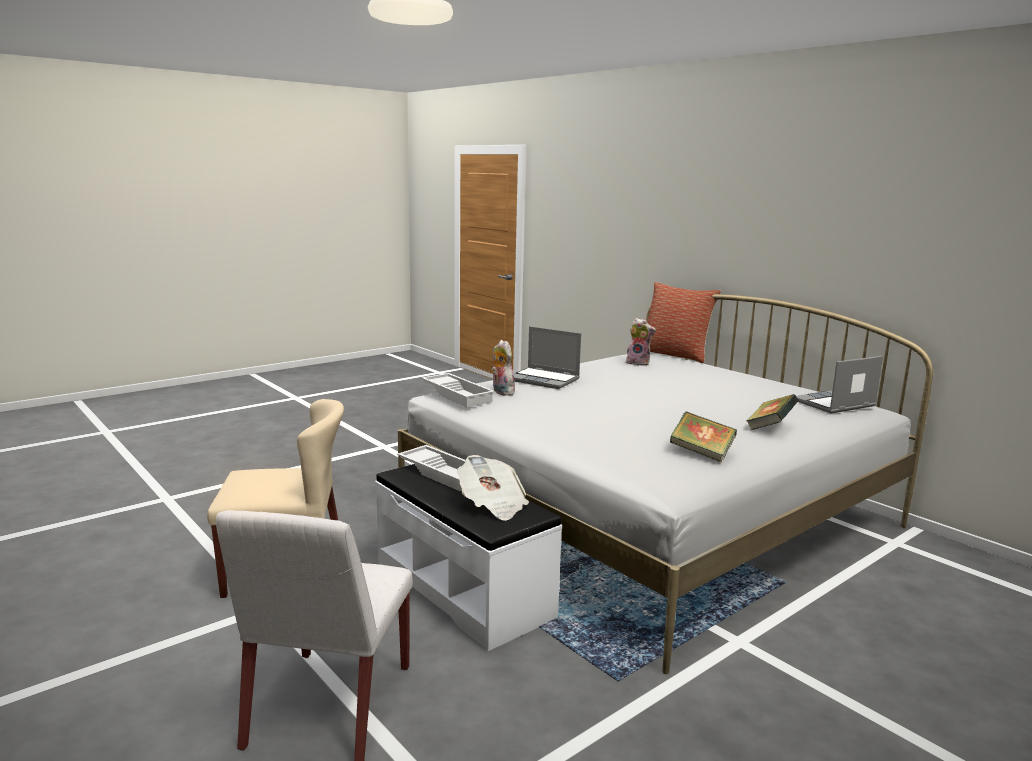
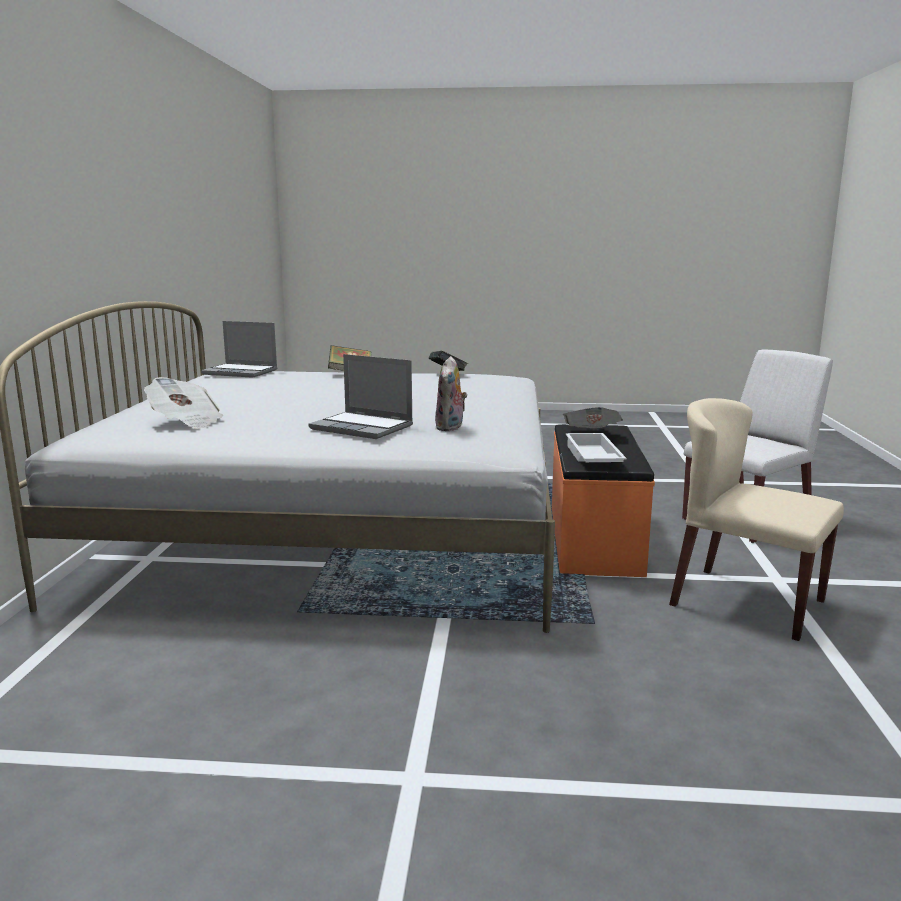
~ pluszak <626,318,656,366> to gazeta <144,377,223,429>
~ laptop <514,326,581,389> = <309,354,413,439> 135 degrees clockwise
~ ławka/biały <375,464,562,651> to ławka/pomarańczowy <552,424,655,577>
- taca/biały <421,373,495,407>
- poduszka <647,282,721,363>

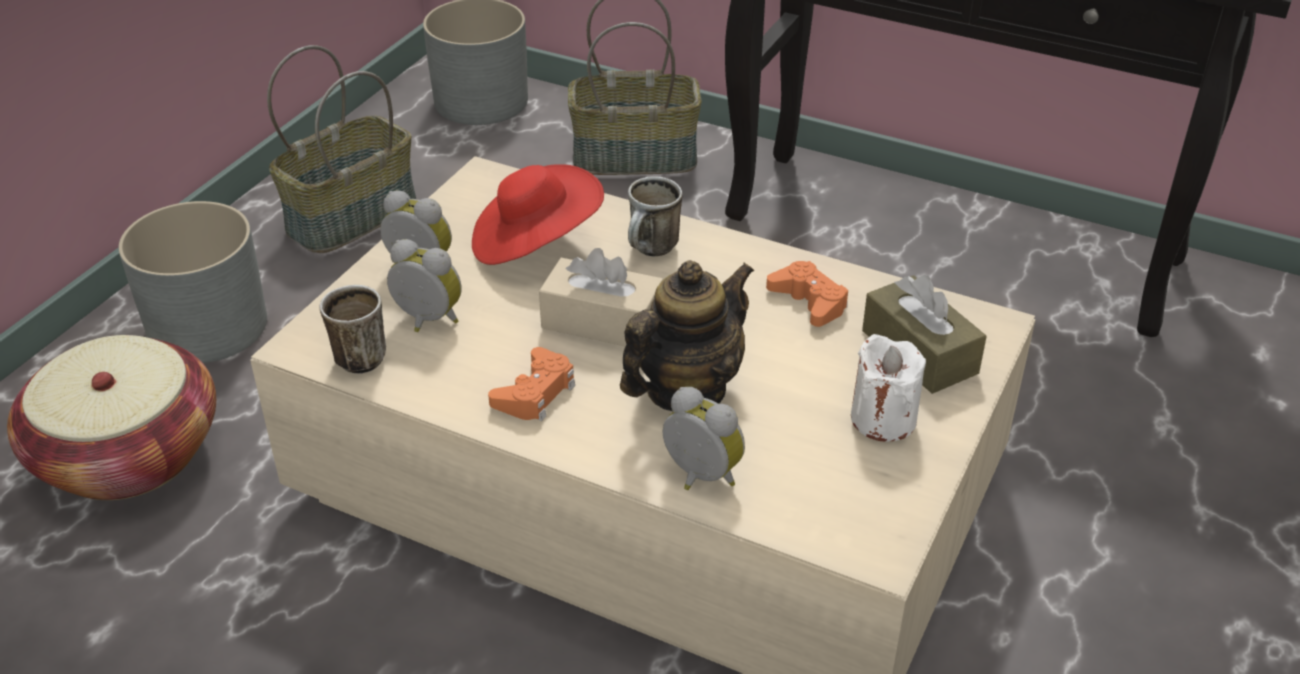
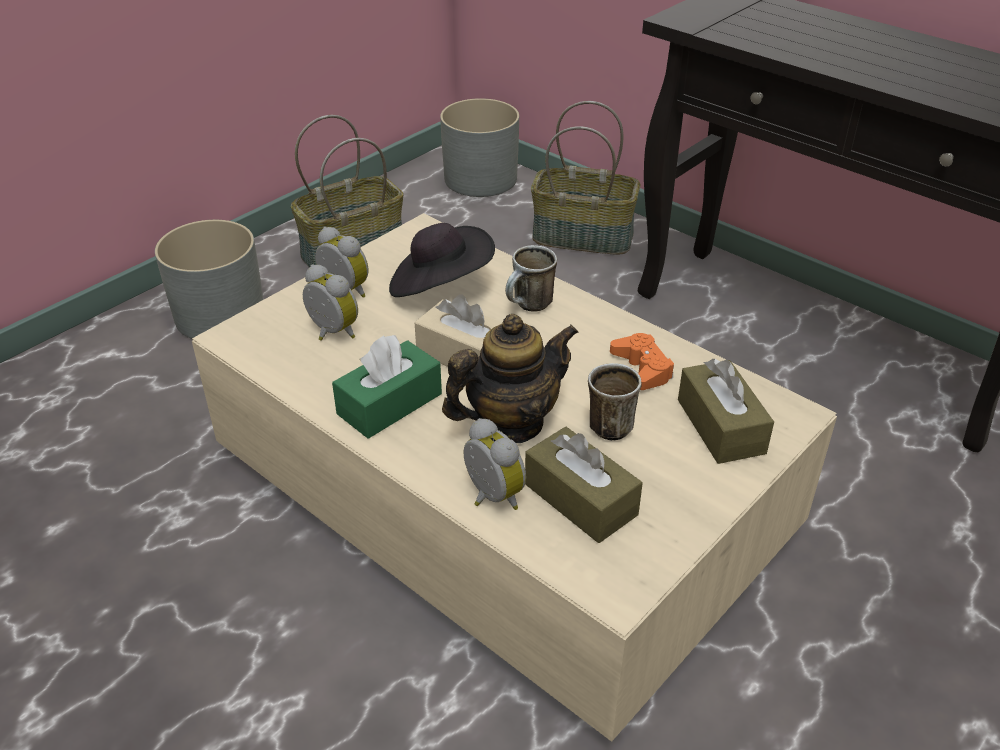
~ pad do gier/pomarańczowy <488,347,575,421> to pudełko chusteczek/zielony <332,335,442,439>
~ kapelusz/czerwony <472,164,604,265> to kapelusz/czarny <389,223,495,297>
+ pudełko chusteczek/brązowy <525,427,643,543>
~ kubek <320,285,386,374> to <588,363,641,441>
- koszyk <7,335,216,500>
- świeca/biały <851,334,926,442>

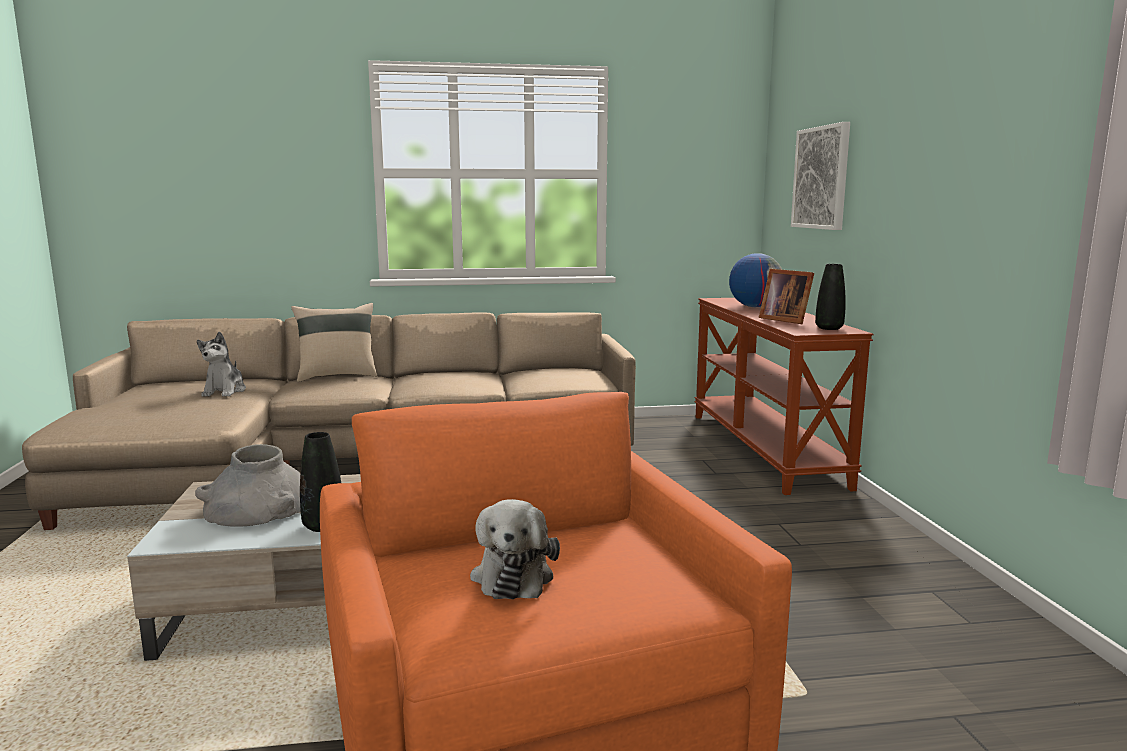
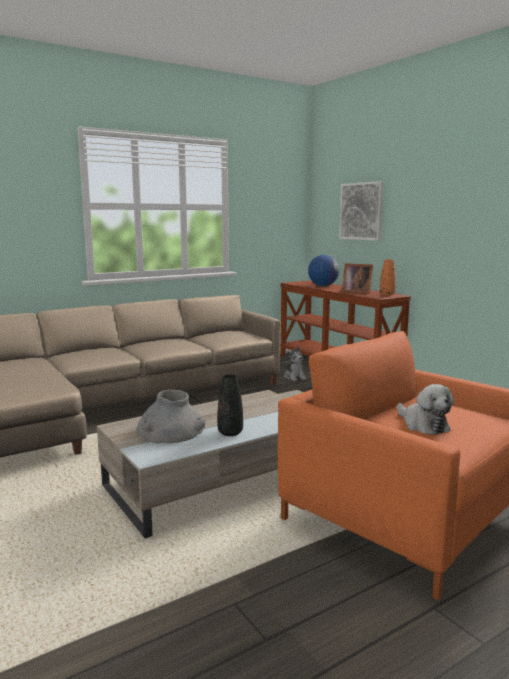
~ pluszak <197,332,246,397> to <284,346,306,381>
~ wazon/czarny <815,264,846,330> to wazon/pomarańczowy <379,259,395,296>
- poduszka/beżowy <291,303,377,382>

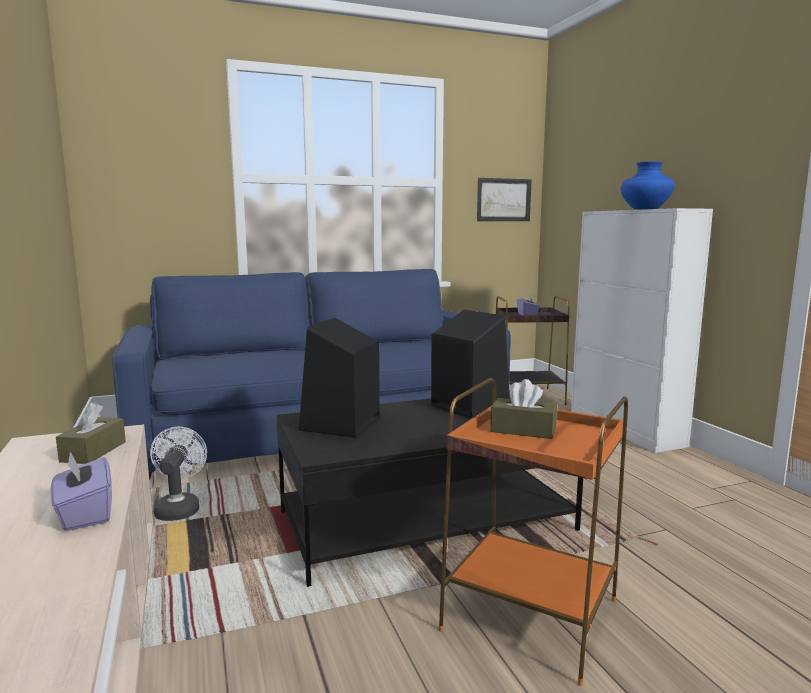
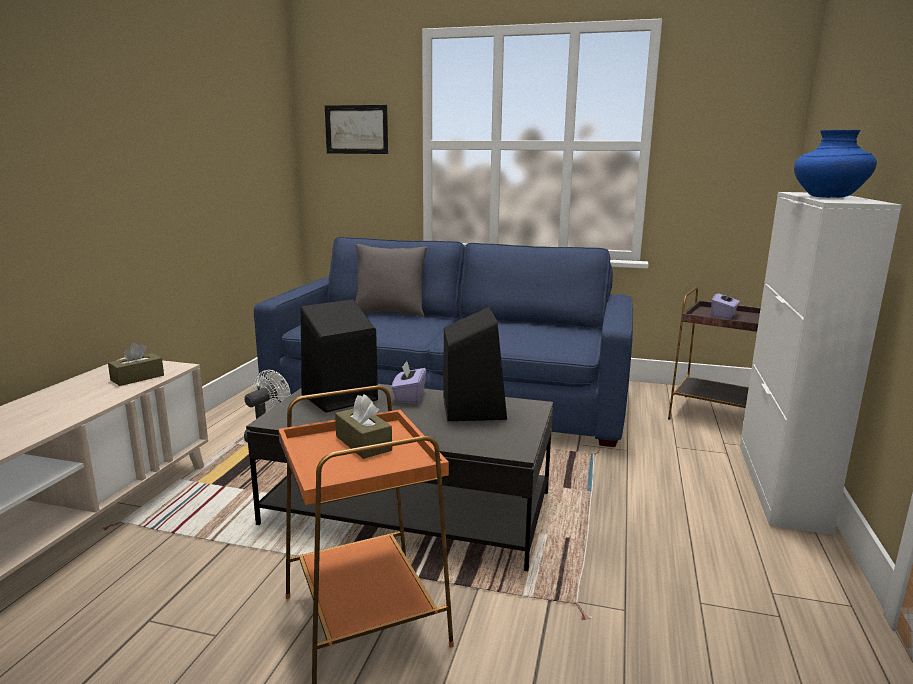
~ obraz <477,178,532,221> to <325,105,388,154>
+ poduszka/szary <356,244,428,317>
~ pudełko chusteczek/fioletowy <51,452,112,531> to <392,361,426,404>

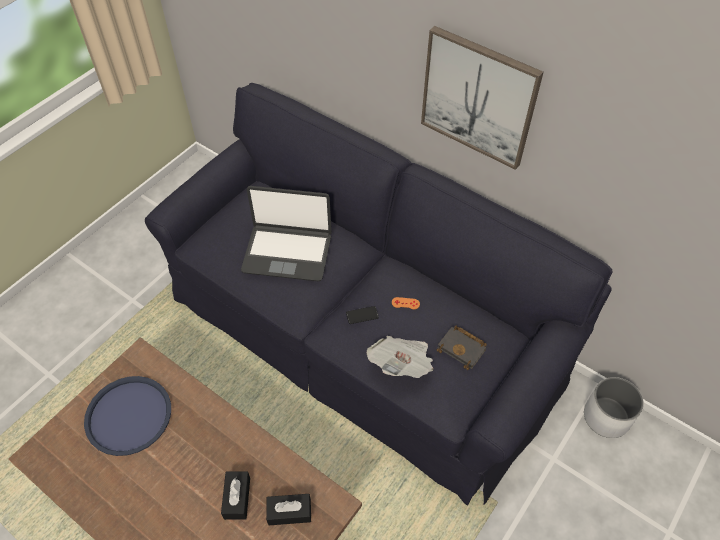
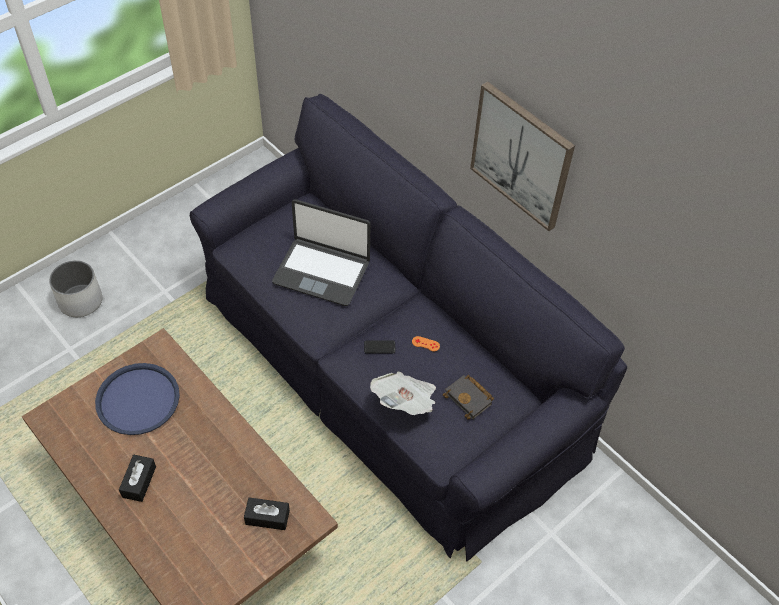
~ donica/biały <584,377,644,438> to <49,260,102,317>
~ pudełko chusteczek/czarny <221,471,250,520> to <119,455,156,502>

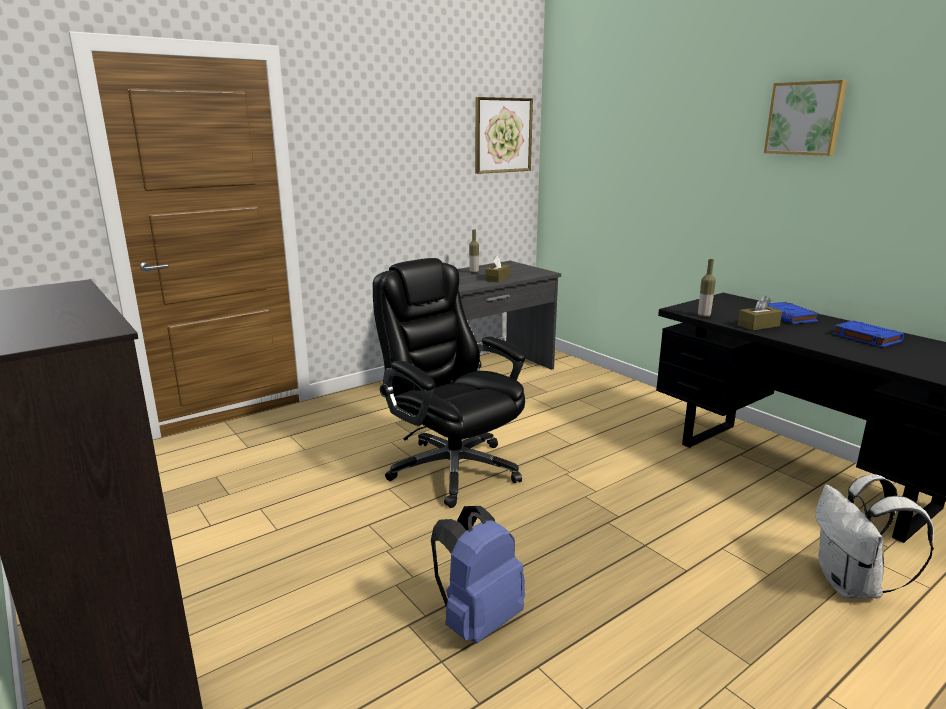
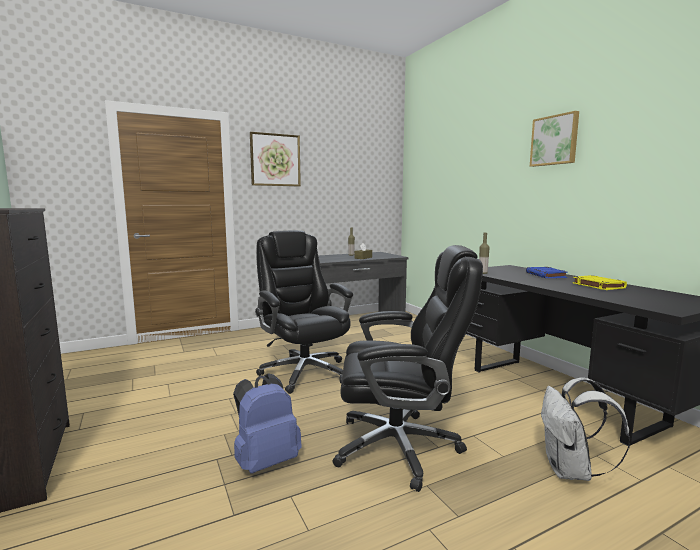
~ obraz <475,97,533,174> to <250,132,301,186>
+ krzesło biurowe/czarny <332,245,483,492>
~ książka/niebieski <833,320,904,347> to książka/żółty <573,275,627,290>
- pudełko chusteczek/brązowy <738,295,782,331>

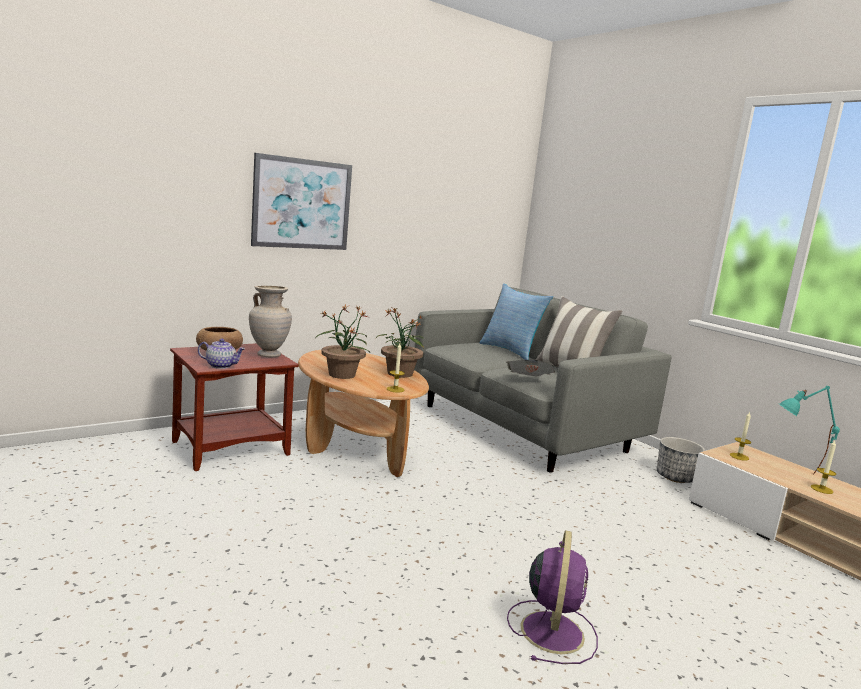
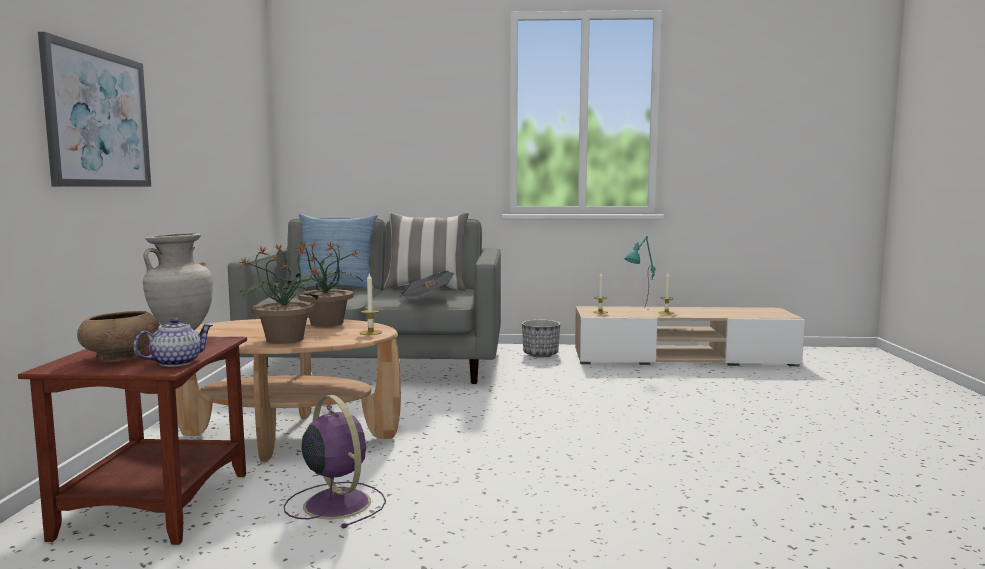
~ wentylator/fioletowy <507,530,598,664> to <284,395,386,529>

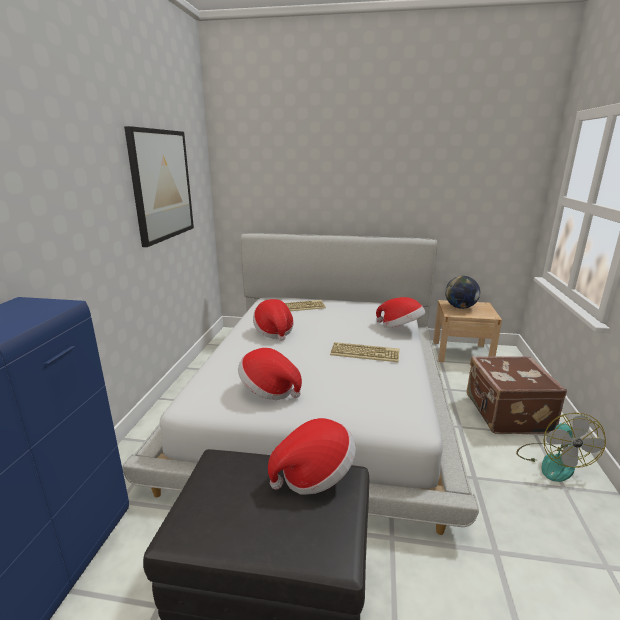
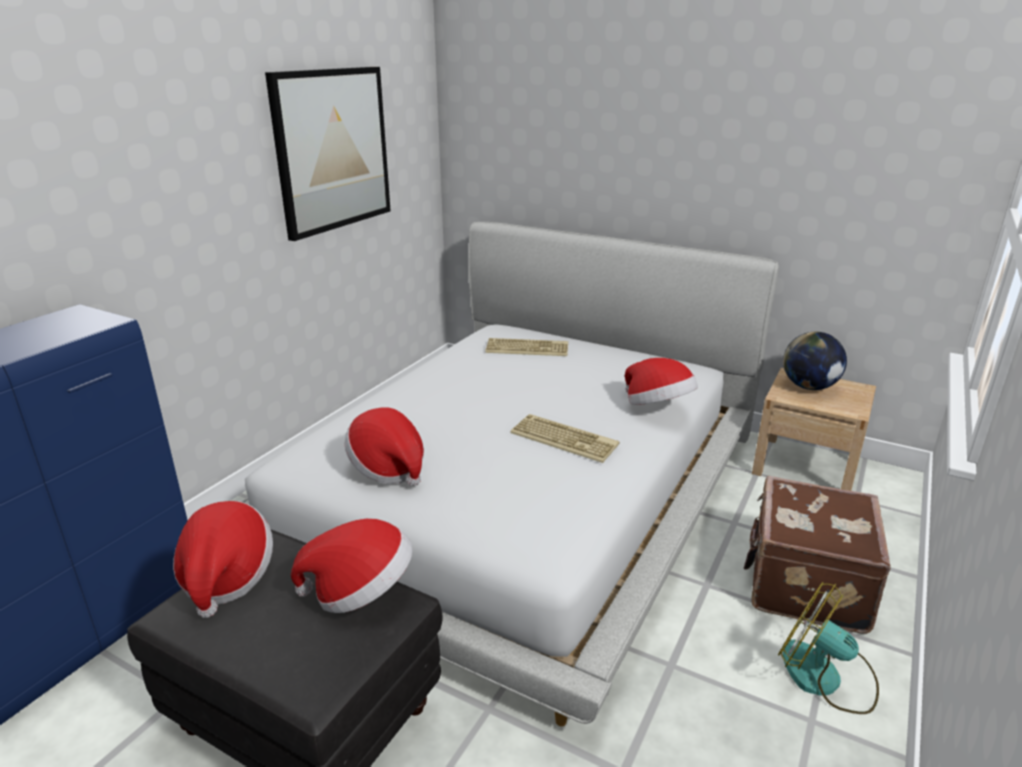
~ kapelusz <253,299,294,341> to <173,501,273,618>
~ wentylator <516,413,606,482> = <778,582,879,714> 105 degrees clockwise

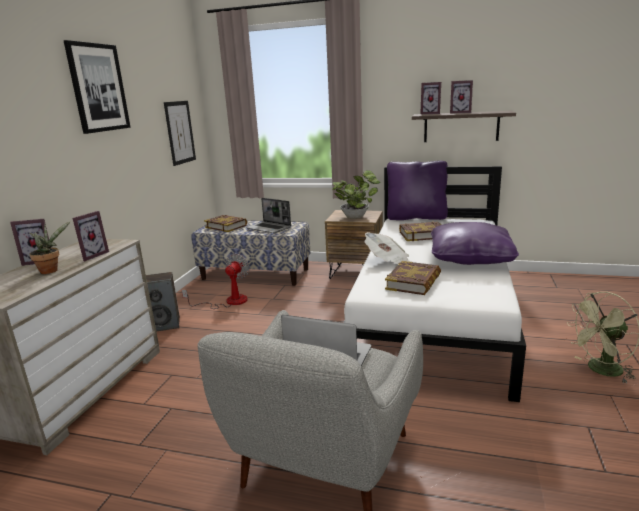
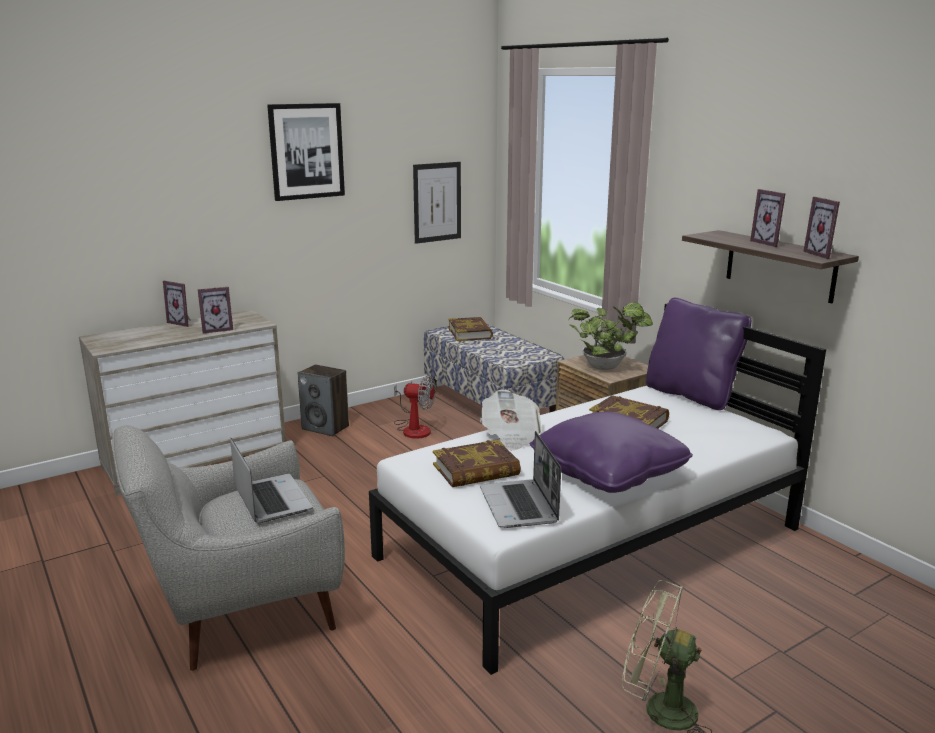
~ wentylator <182,254,250,309> = <394,375,436,439> 45 degrees clockwise
~ laptop <246,198,291,233> to <480,431,561,528>
~ ramka na zdjęcie <420,82,441,114> to <803,197,840,259>
- roślina doniczkowa <29,221,71,274>

